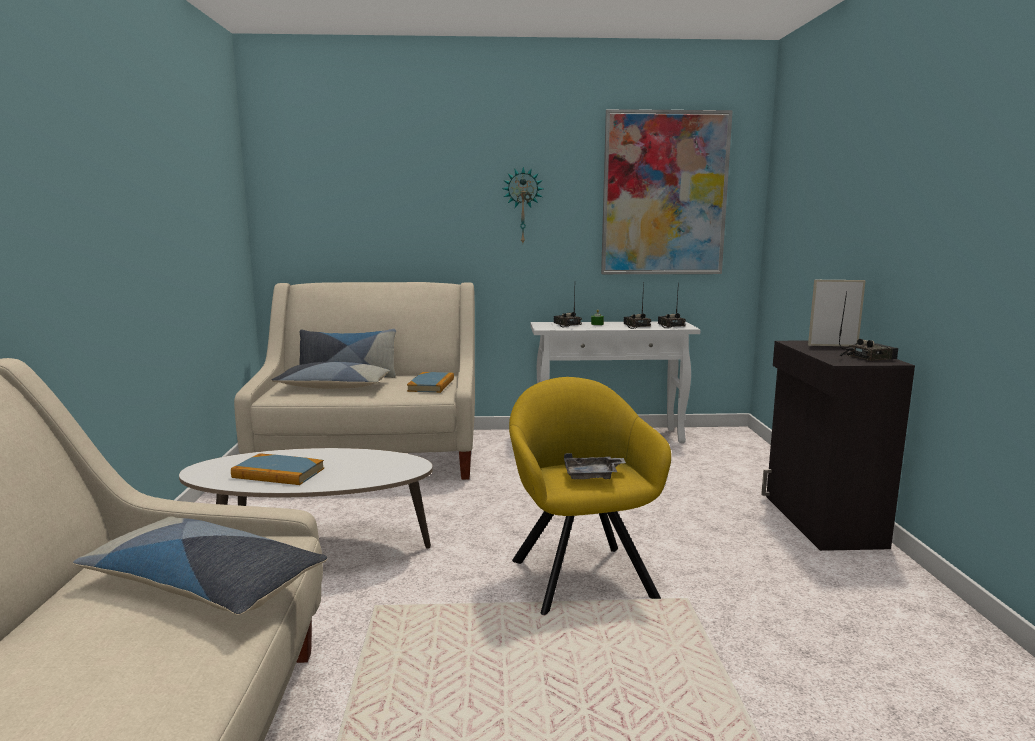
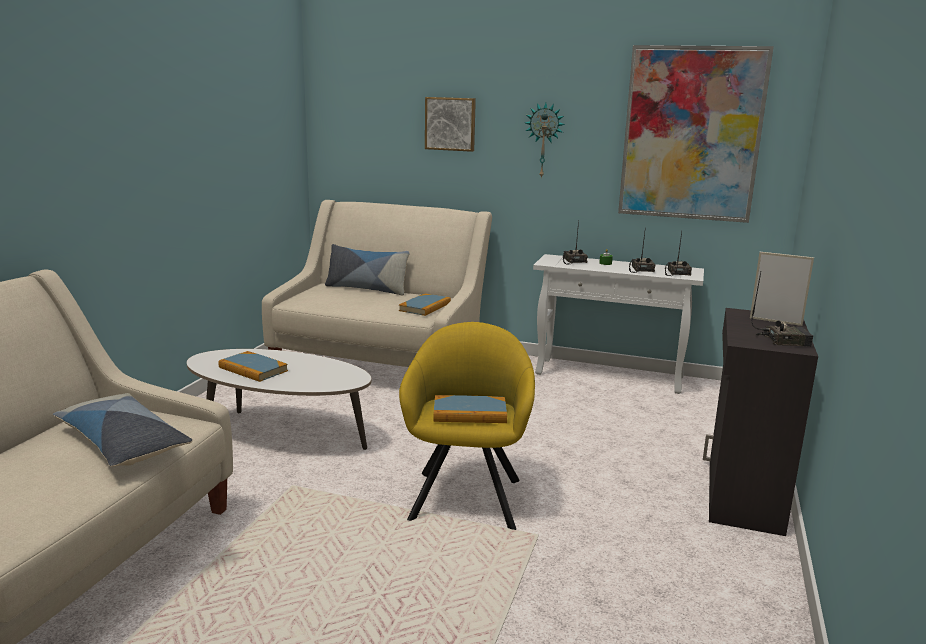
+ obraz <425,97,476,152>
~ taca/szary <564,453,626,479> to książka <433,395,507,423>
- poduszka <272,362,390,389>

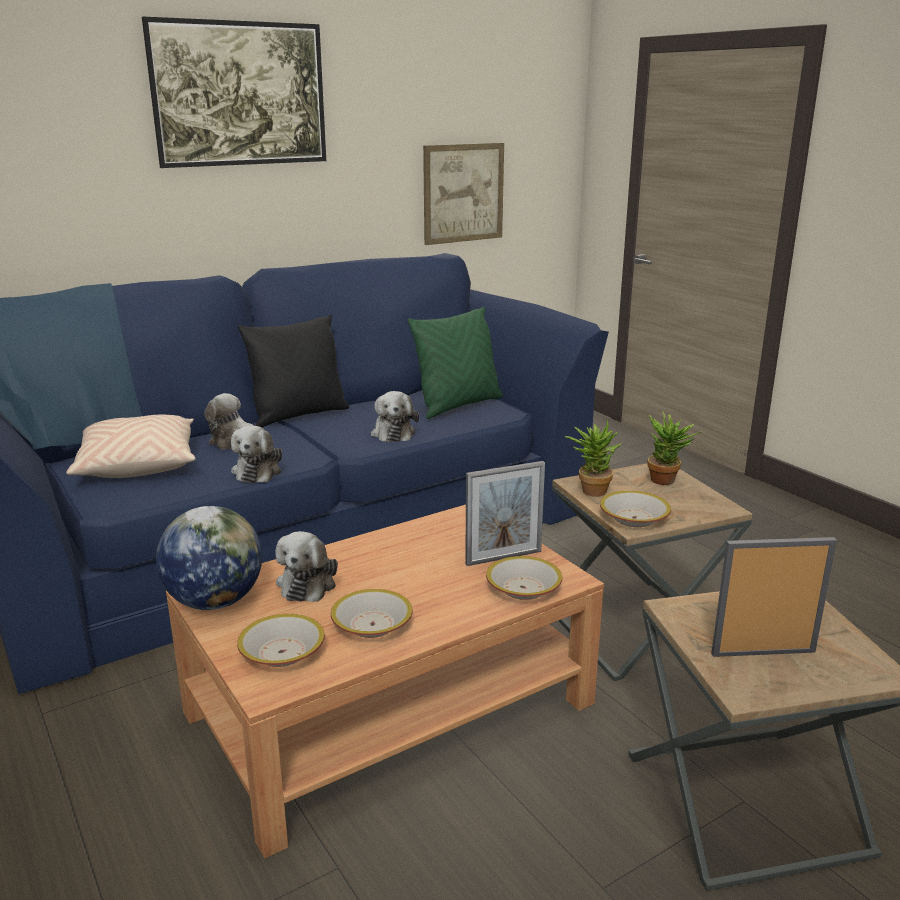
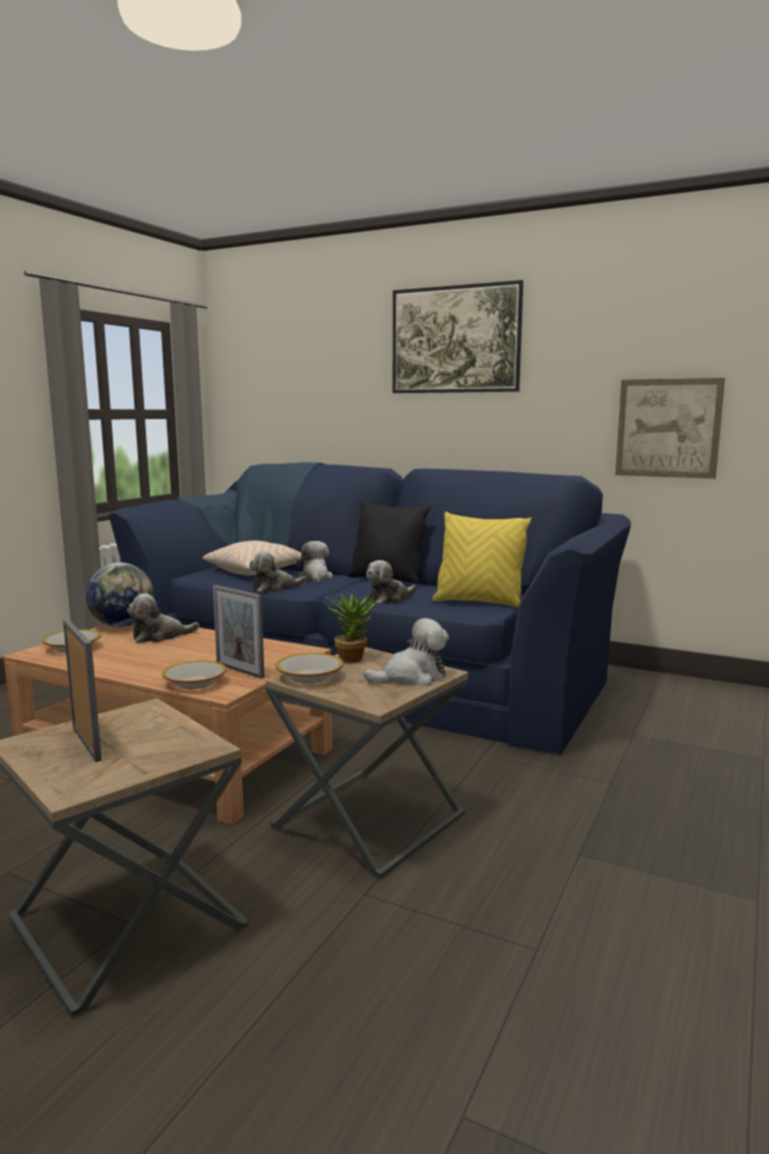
~ roślina doniczkowa <647,412,703,485> to pluszak <364,618,449,686>
~ poduszka/zielony <408,306,503,419> to poduszka/żółty <432,512,532,608>
- miska <331,589,413,638>

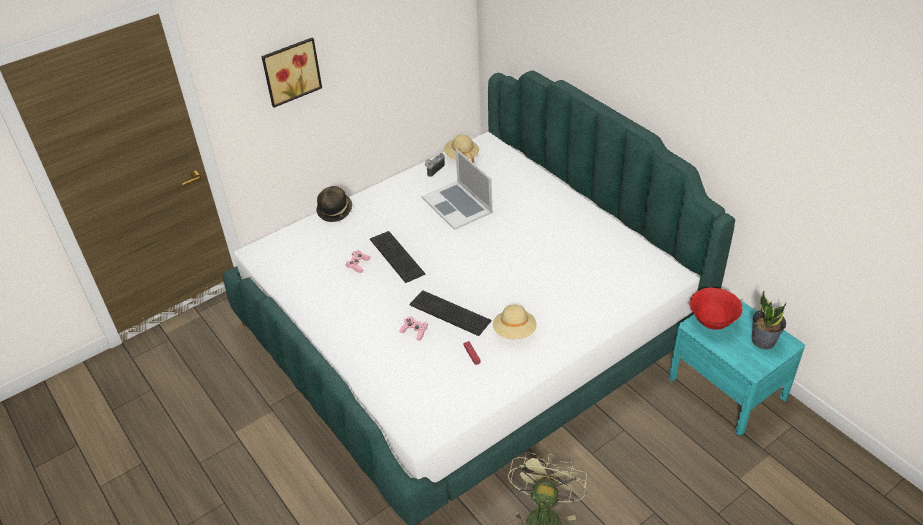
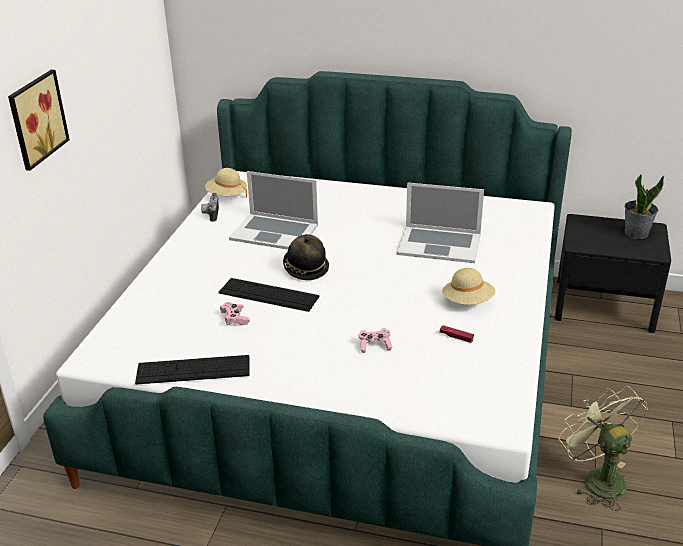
~ klawiatura <410,290,492,336> to <135,355,250,385>
~ kapelusz <316,186,352,222> to <283,234,329,280>
+ laptop <397,182,484,263>
~ szafka nocna/turkusowy <669,299,805,436> to szafka nocna/czarny <555,214,671,333>
- miska/czerwony <690,287,742,330>

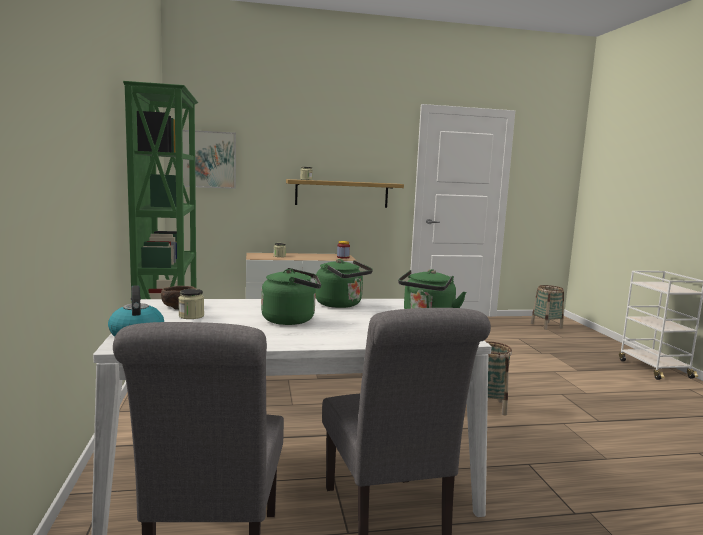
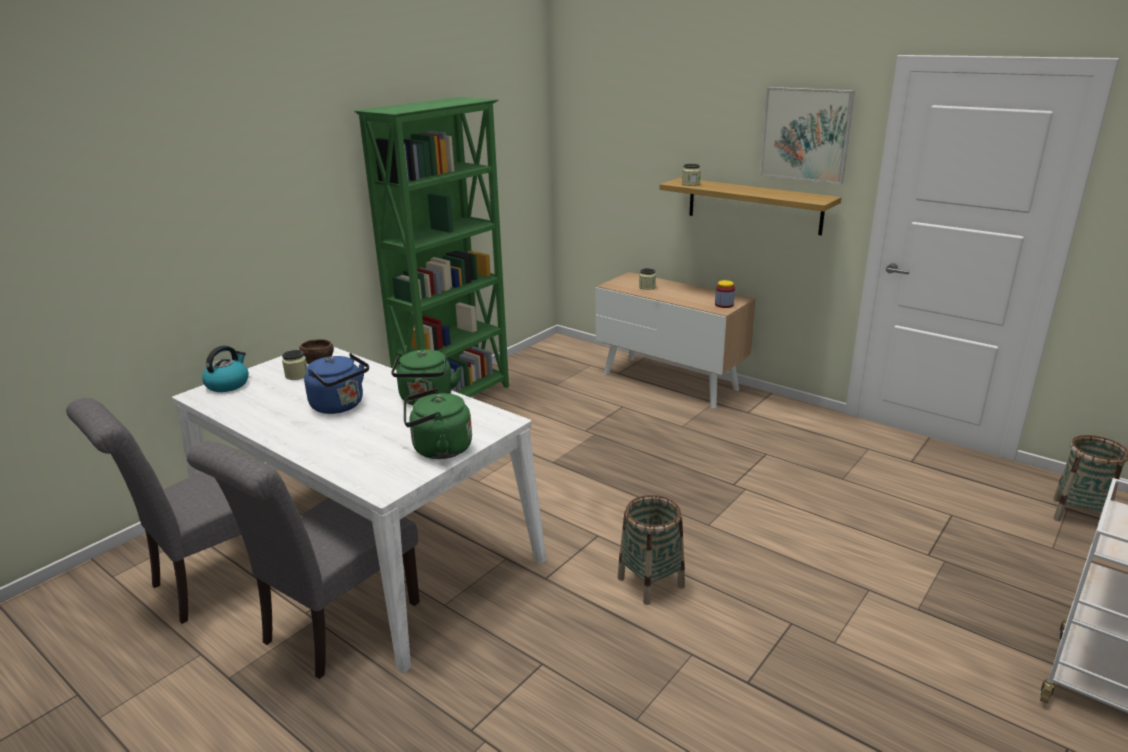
~ czajnik/zielony <261,268,321,325> to czajnik/niebieski <304,353,369,414>
~ obraz <182,130,236,189> to <760,87,855,184>

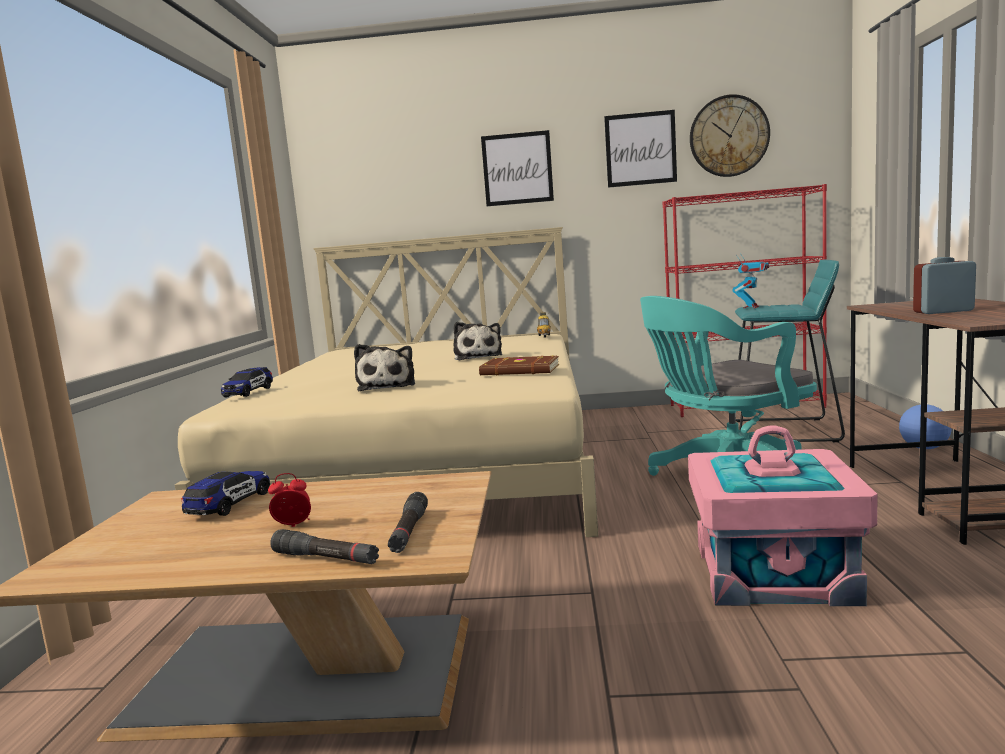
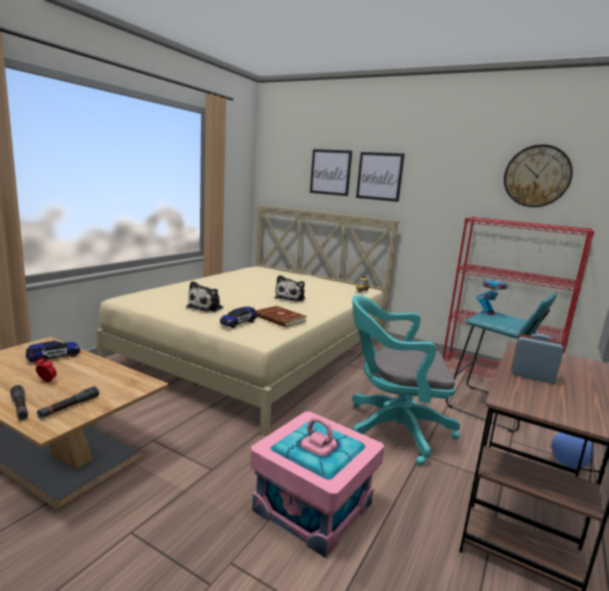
~ samochodzik <221,367,273,397> to <220,307,257,328>
~ obraz <604,110,677,188> to <310,149,352,196>

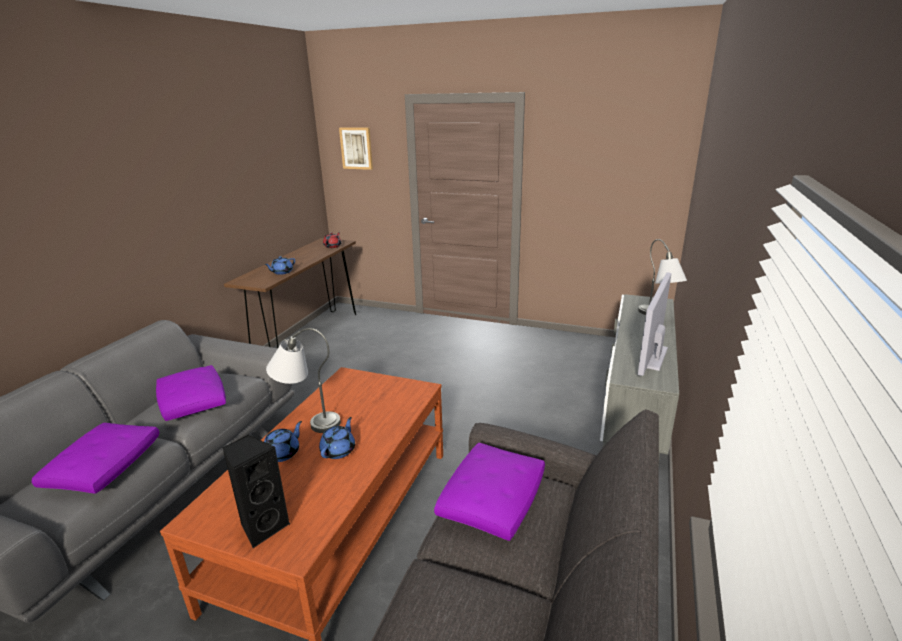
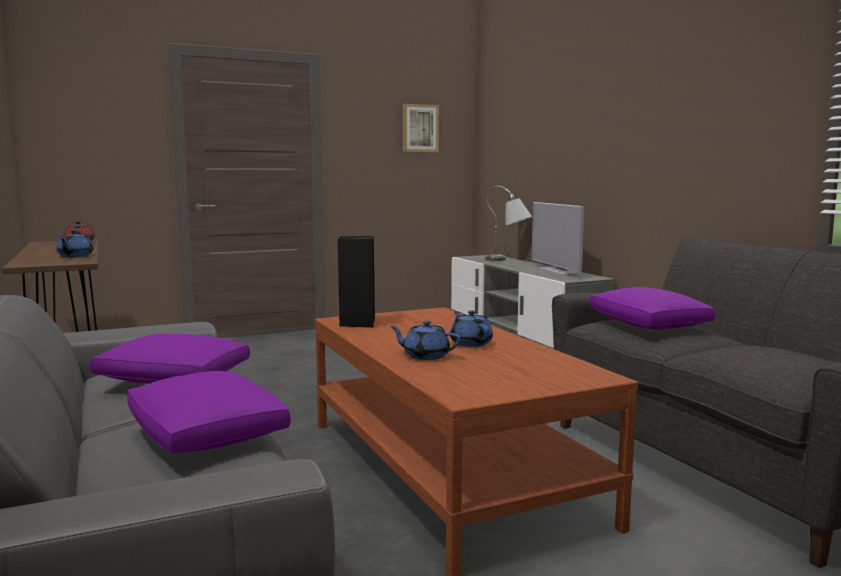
~ głośnik/czarny <222,434,291,548> to <338,236,375,328>
~ imbryk/niebieski <264,421,302,462> = <390,321,461,360> 60 degrees counterclockwise
~ obraz <339,127,373,170> to <403,104,439,152>
- lampa stołowa/szary <266,328,341,433>

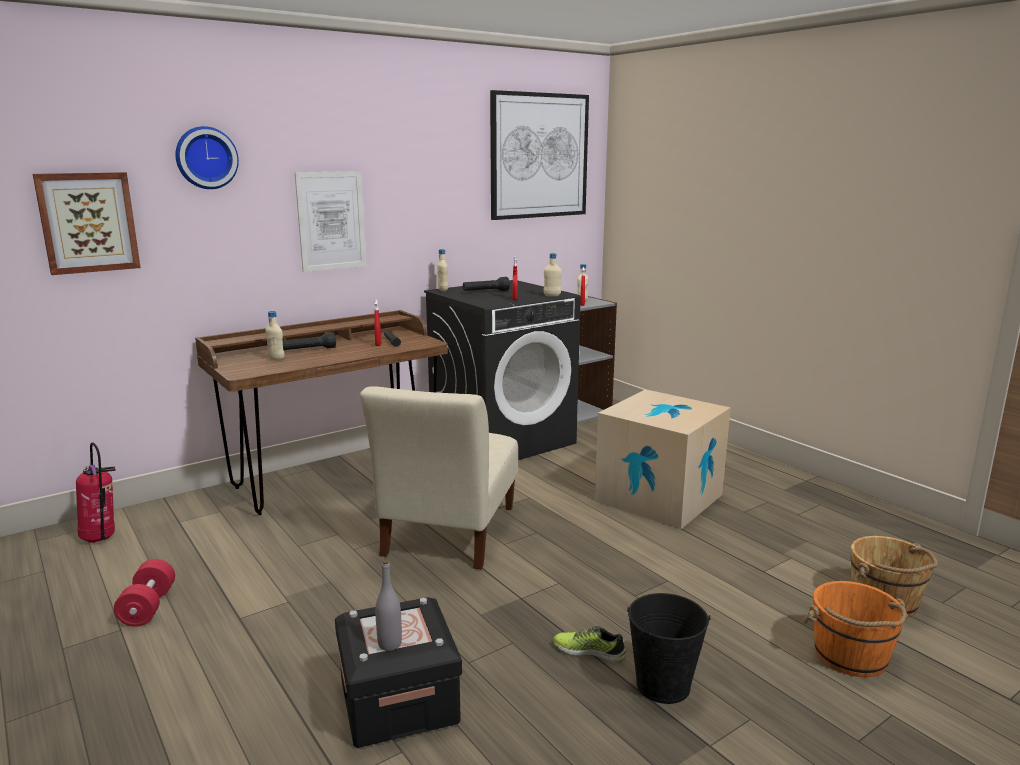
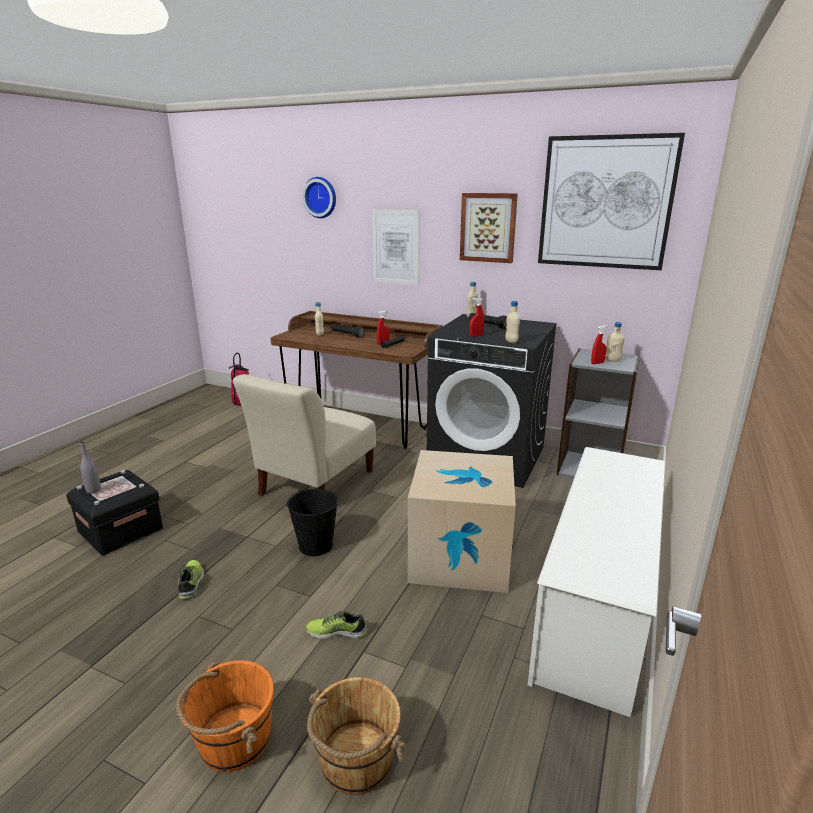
~ krzesło/beżowy <360,386,518,569> = <233,374,376,496> 45 degrees counterclockwise
~ wiadro/czarny <627,593,711,704> to <287,487,338,556>
+ but <306,611,367,639>
~ obraz <33,172,141,275> to <460,193,518,263>
+ regał na buty/biały <528,447,665,717>
- hantel/czerwony <114,559,175,627>

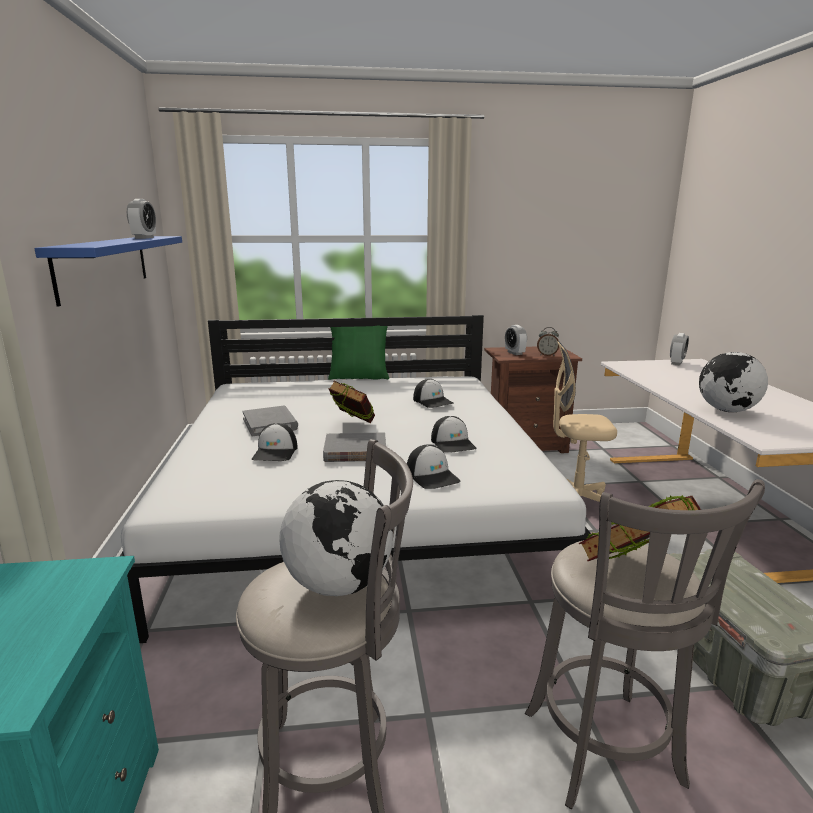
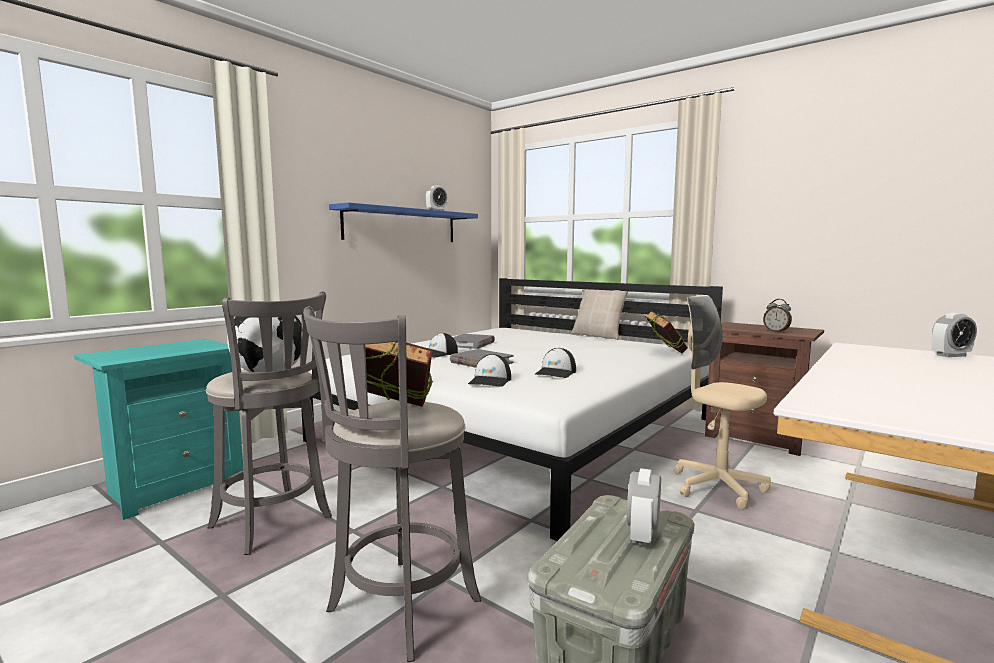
~ poduszka/zielony <328,326,389,380> to poduszka/beżowy <571,289,629,340>
~ budzik <505,325,527,355> to <627,468,661,546>
~ książka <328,380,375,423> to <645,311,688,353>
- czapka z daszkiem <413,379,453,408>
- globus <699,352,768,412>

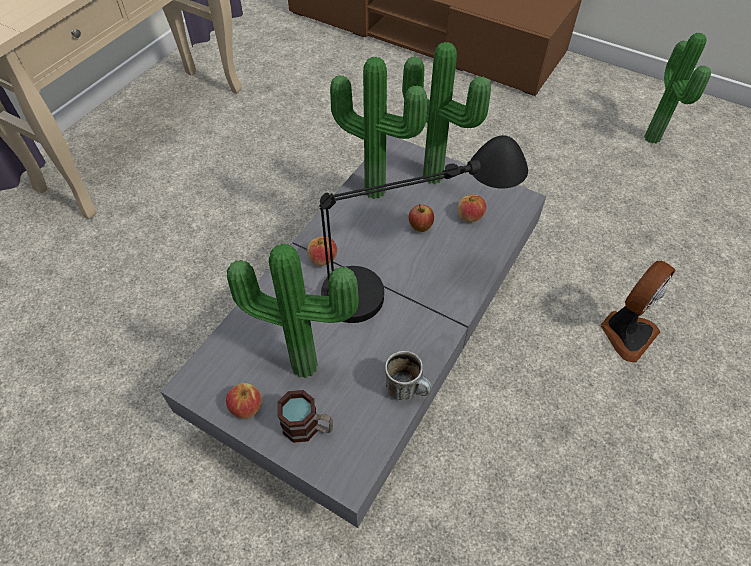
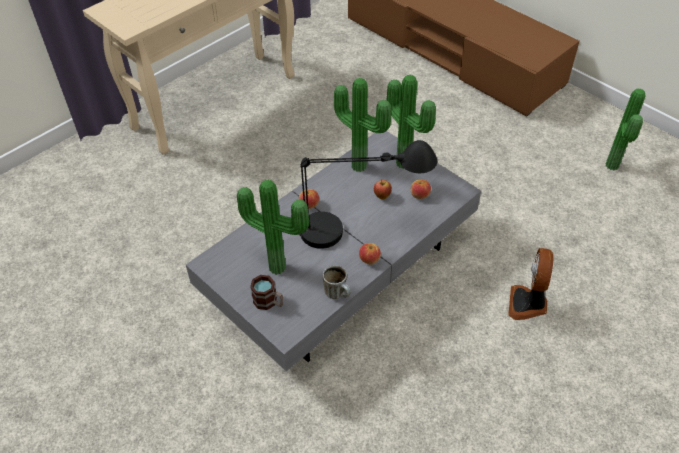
~ jabłko <226,383,262,419> to <359,243,381,265>
~ wentylator <601,261,676,363> = <508,248,553,320> 135 degrees clockwise

